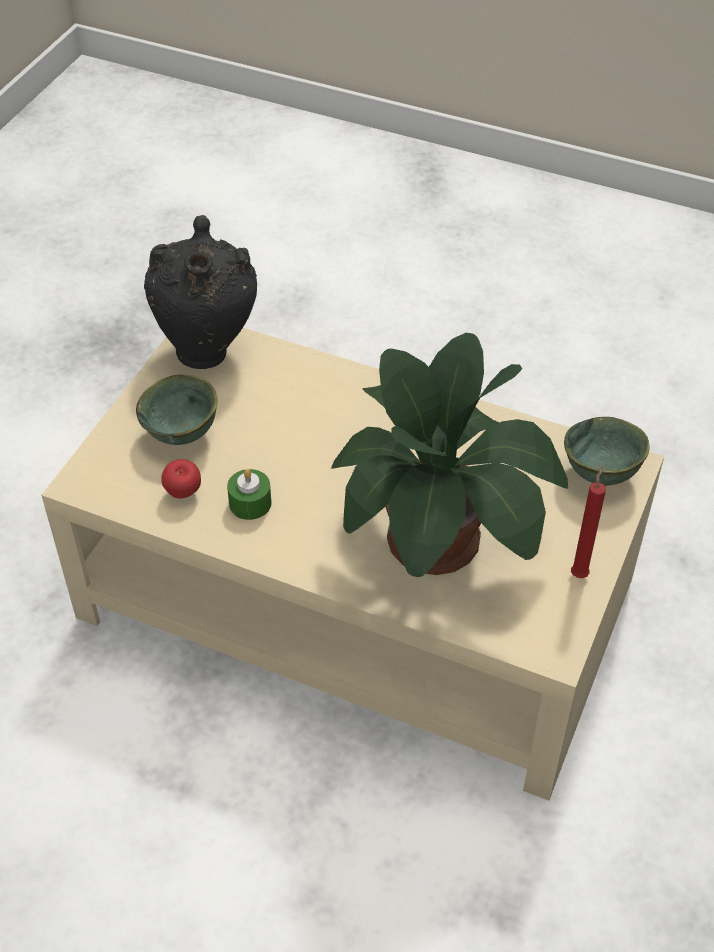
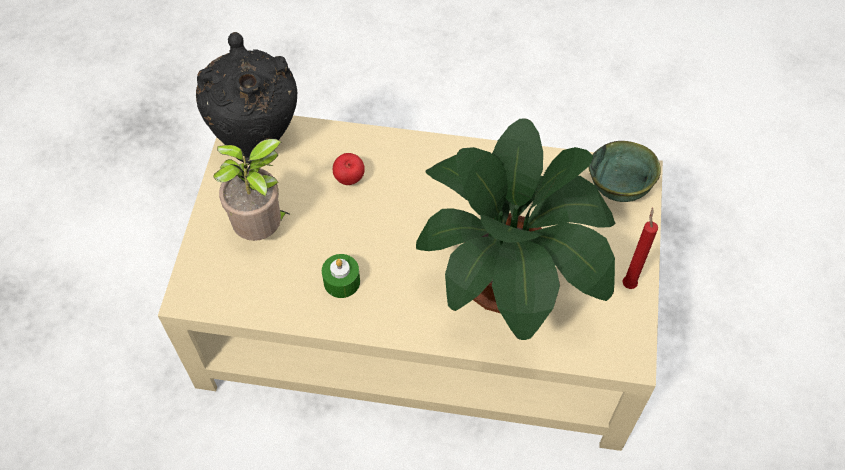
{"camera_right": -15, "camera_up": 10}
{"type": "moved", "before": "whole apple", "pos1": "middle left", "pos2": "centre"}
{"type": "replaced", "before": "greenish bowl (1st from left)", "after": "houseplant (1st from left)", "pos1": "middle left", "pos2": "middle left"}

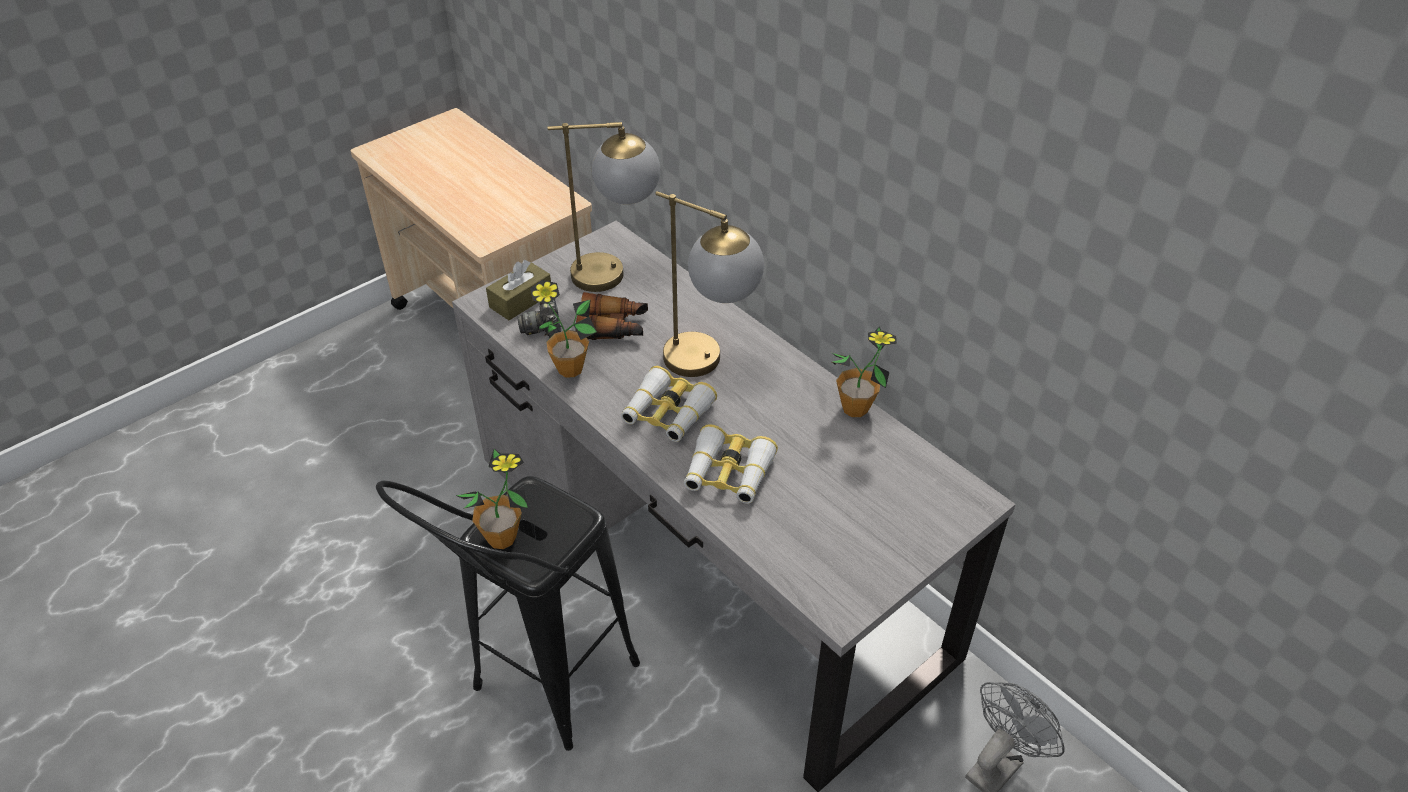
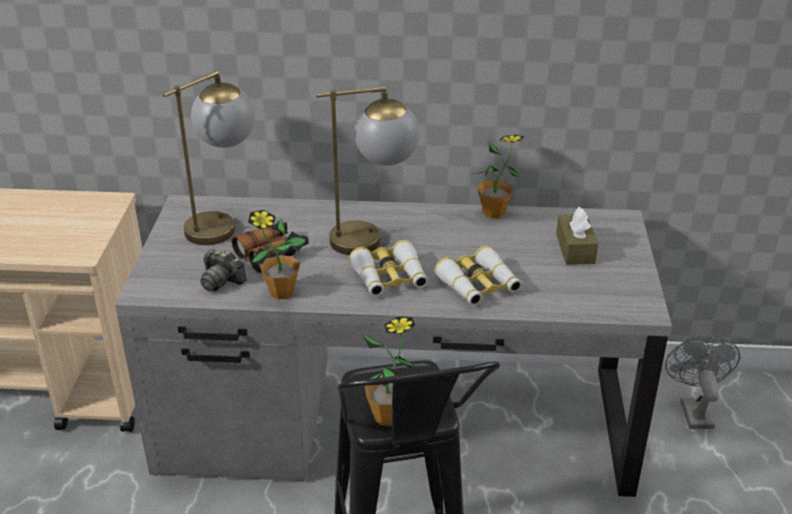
{"camera_right": -45, "camera_up": -10}
{"type": "moved", "before": "brown-coloured box of tissues", "pos1": "centre", "pos2": "middle right"}

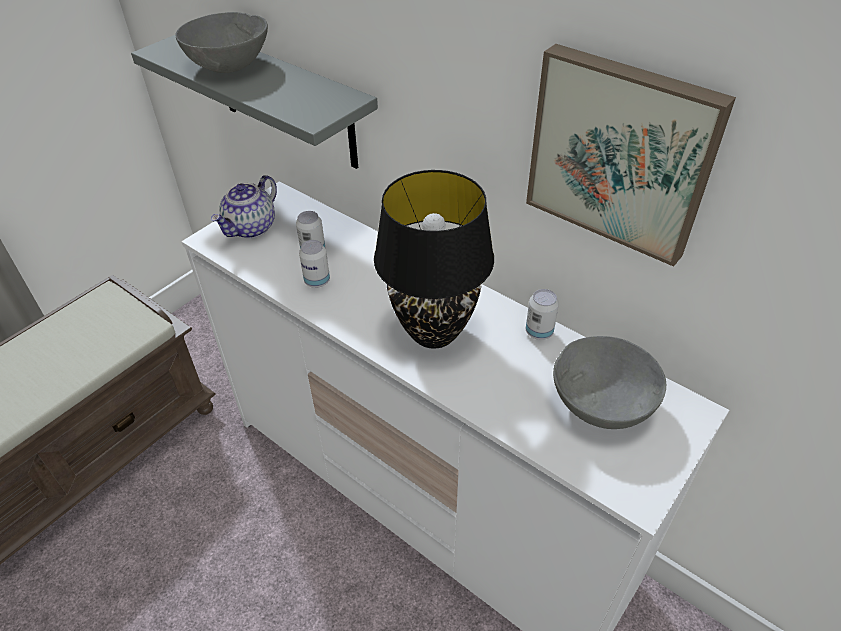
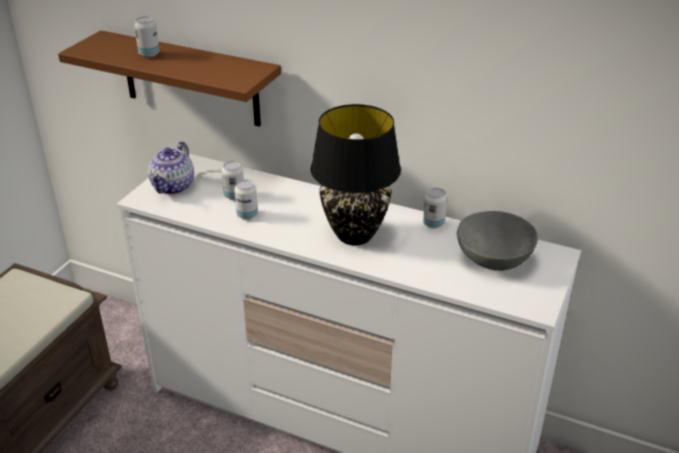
{"camera_right": -15, "camera_up": -10}
{"type": "removed", "before": "picture", "pos1": "top right"}
{"type": "replaced", "before": "greyish bowl (1st from left)", "after": "sealed can (1st from left)", "pos1": "top left", "pos2": "top left"}
{"type": "recoloured", "before": "greyish bracket shelf", "after": "brown-coloured bracket shelf", "pos1": "top left", "pos2": "top left"}

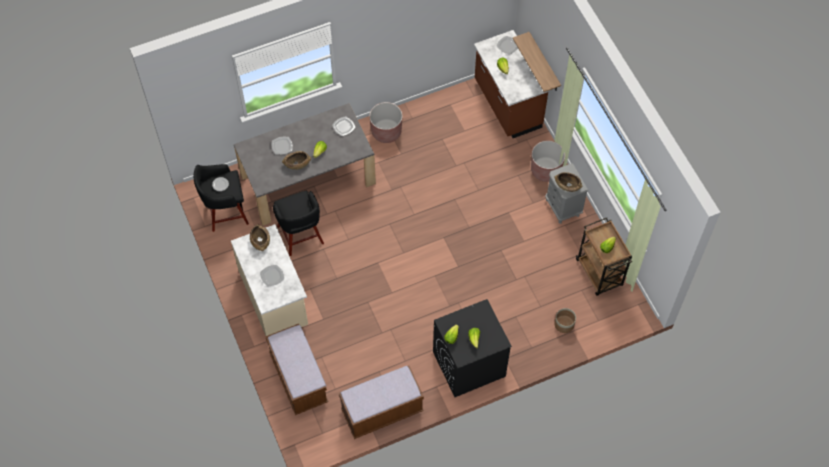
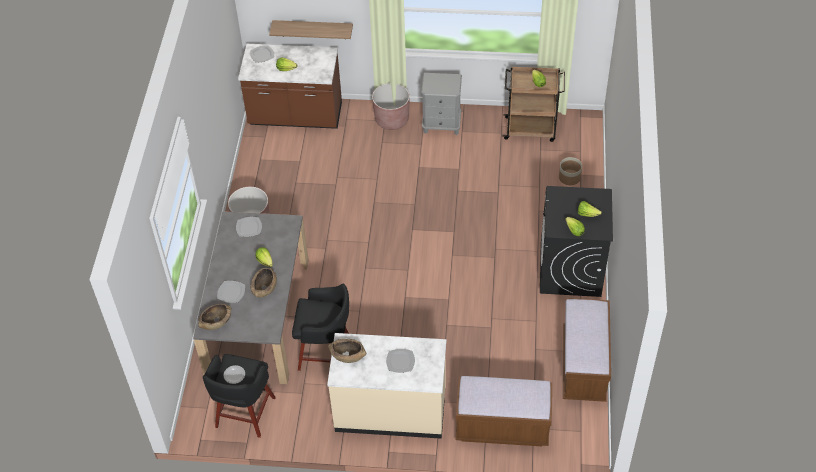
{"camera_right": -60, "camera_up": -10}
{"type": "moved", "before": "brown-coloured bowl (3rd from left in the first image)", "after": "brown-coloured bowl (1st from left)", "pos1": "middle right", "pos2": "bottom left"}

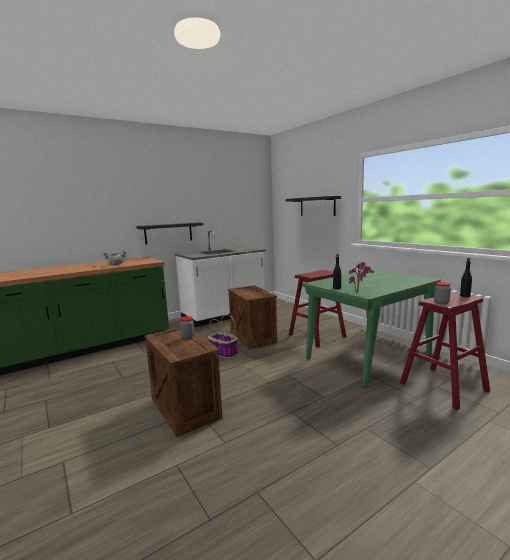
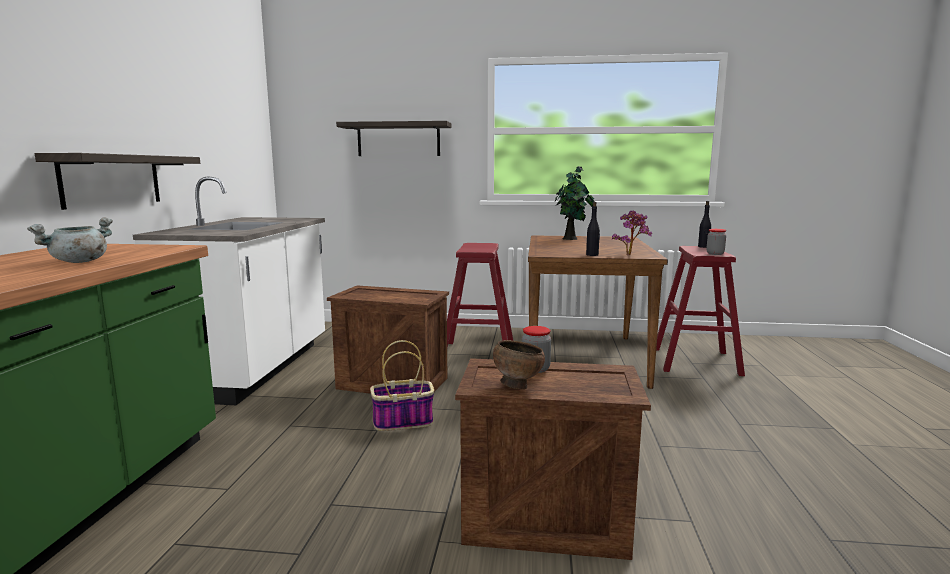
{"camera_right": -50, "camera_up": 0}
{"type": "added", "after": "brown-coloured bowl", "pos2": "centre"}
{"type": "added", "after": "houseplant (1st from left)", "pos2": "centre"}
{"type": "recoloured", "before": "greenish kitchen table", "after": "brown-coloured kitchen table", "pos1": "middle right", "pos2": "centre"}

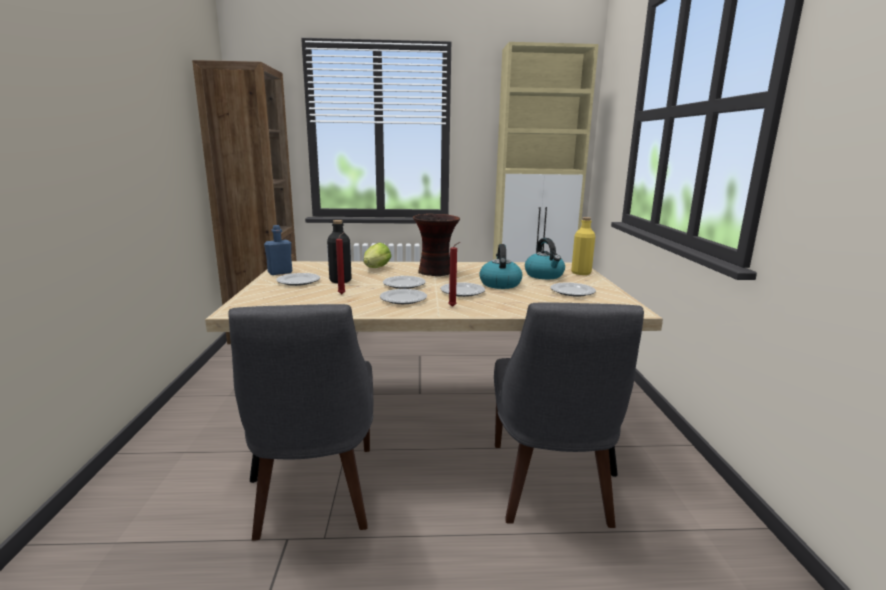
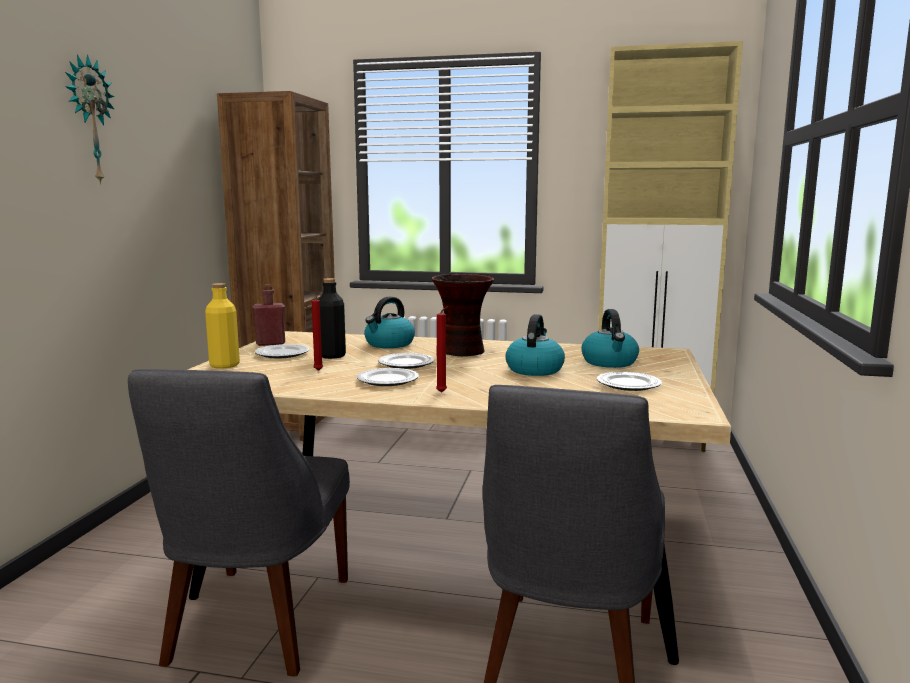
{"camera_right": 15, "camera_up": -5}
{"type": "removed", "before": "flat dish (4th from left)", "pos1": "centre"}
{"type": "added", "after": "wall clock", "pos2": "top left"}
{"type": "moved", "before": "yellowish beverage bottle", "pos1": "centre", "pos2": "middle left"}
{"type": "replaced", "before": "head of lettuce", "after": "tea kettle (1st from left)", "pos1": "centre", "pos2": "centre"}
{"type": "recoloured", "before": "blue-coloured beverage bottle", "after": "red beverage bottle", "pos1": "middle left", "pos2": "middle left"}

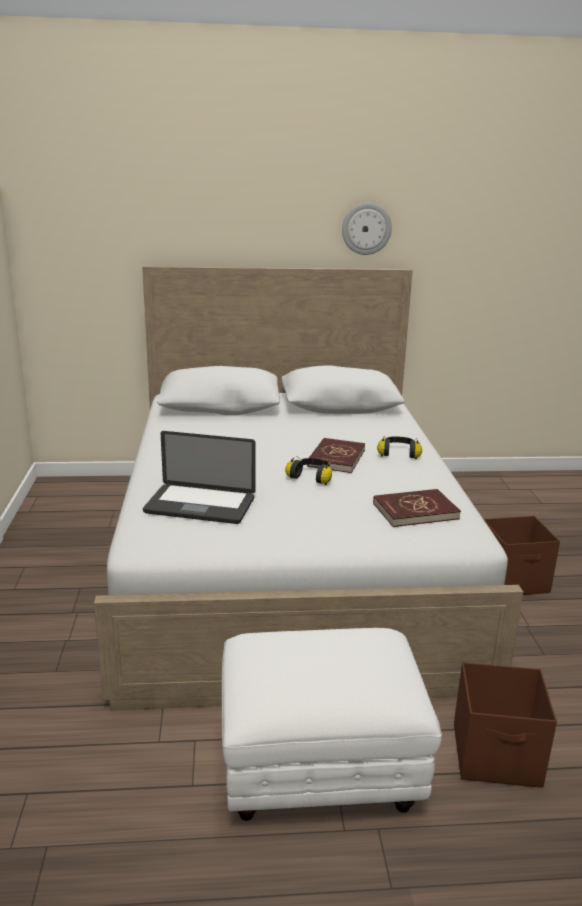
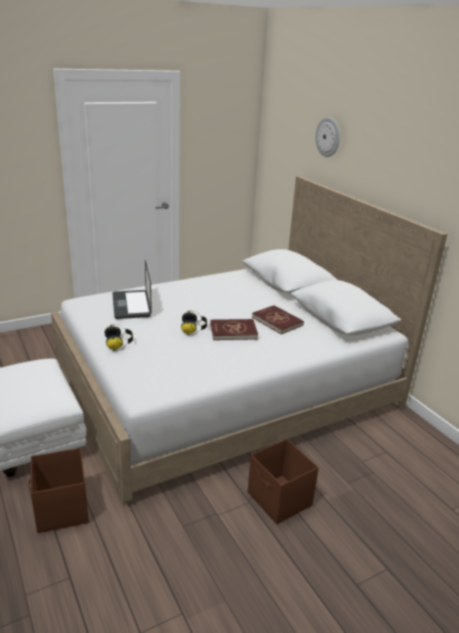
{"camera_right": 65, "camera_up": 5}
{"type": "moved", "before": "wall clock", "pos1": "top centre", "pos2": "top right"}
{"type": "moved", "before": "red bound book (2nd from left)", "pos1": "middle right", "pos2": "centre"}
{"type": "moved", "before": "headphones (2nd from left in the first image)", "after": "headphones (1st from left)", "pos1": "middle right", "pos2": "middle left"}

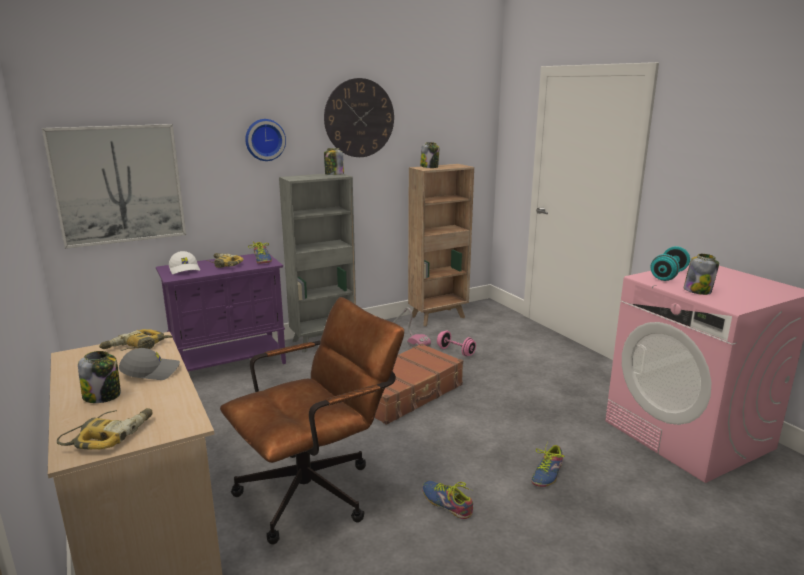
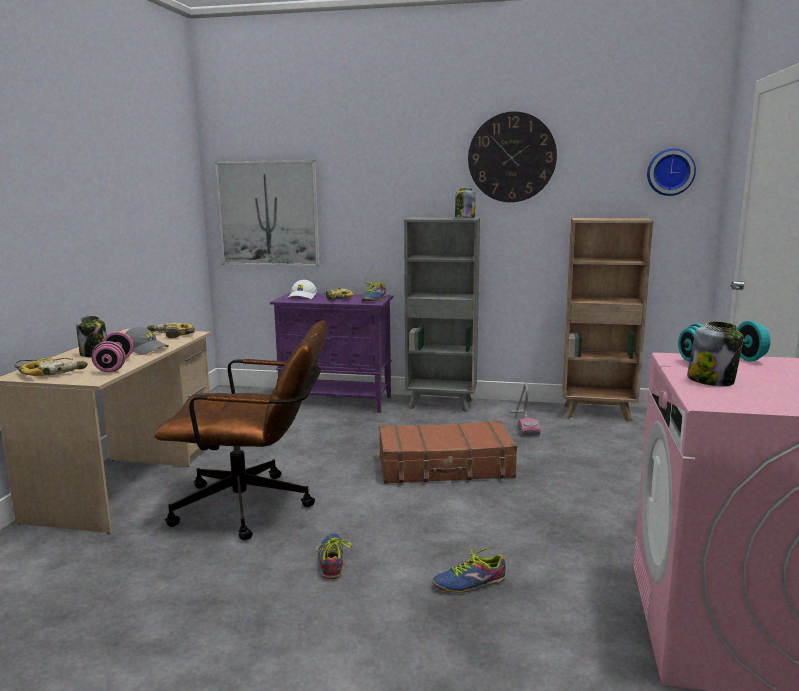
{"camera_right": 40, "camera_up": -5}
{"type": "removed", "before": "storage jar (3rd from left)", "pos1": "top centre"}
{"type": "moved", "before": "wall clock (1st from left in the first image)", "after": "wall clock (2nd from left)", "pos1": "top left", "pos2": "top right"}
{"type": "moved", "before": "pink free weight", "pos1": "centre", "pos2": "middle left"}

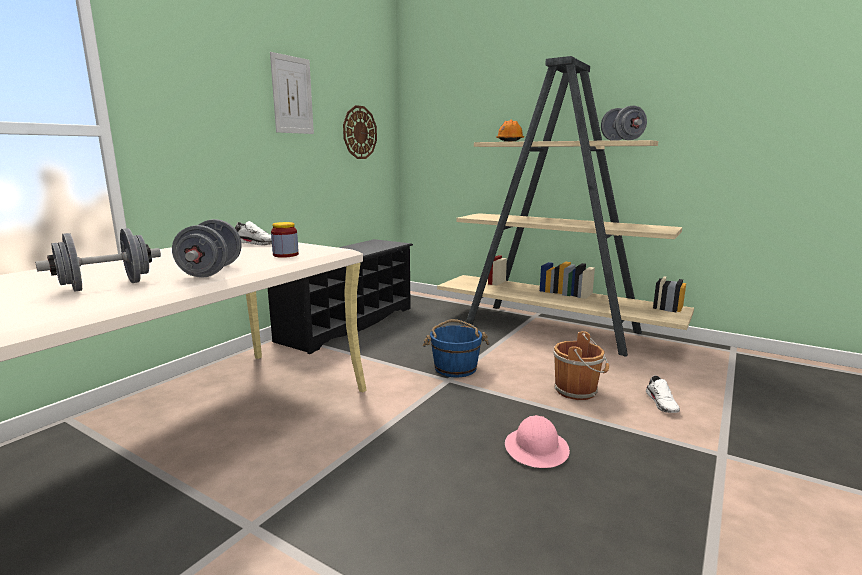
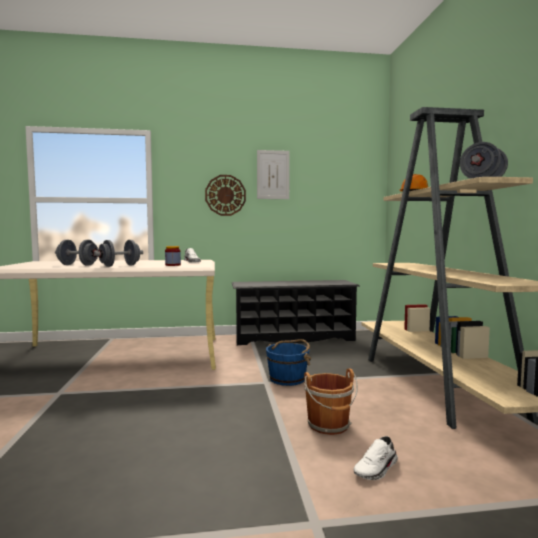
{"camera_right": 50, "camera_up": -10}
{"type": "removed", "before": "pink hard hat", "pos1": "bottom centre"}
{"type": "moved", "before": "wall clock", "pos1": "top centre", "pos2": "centre"}

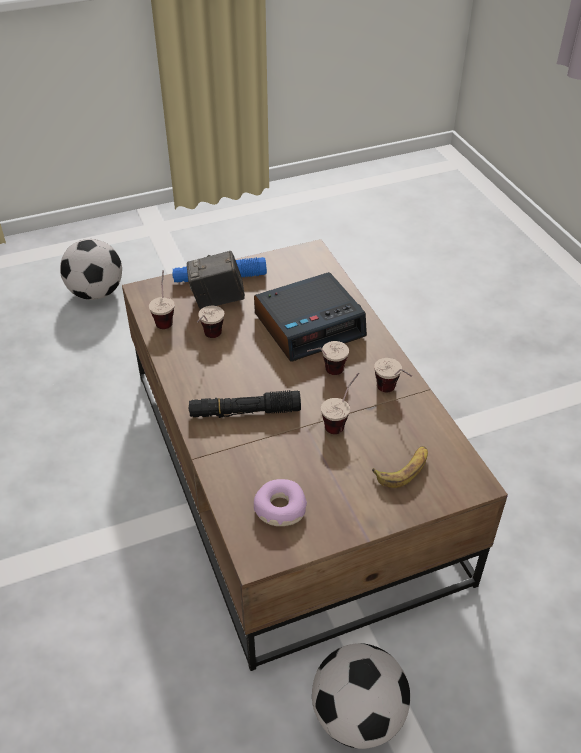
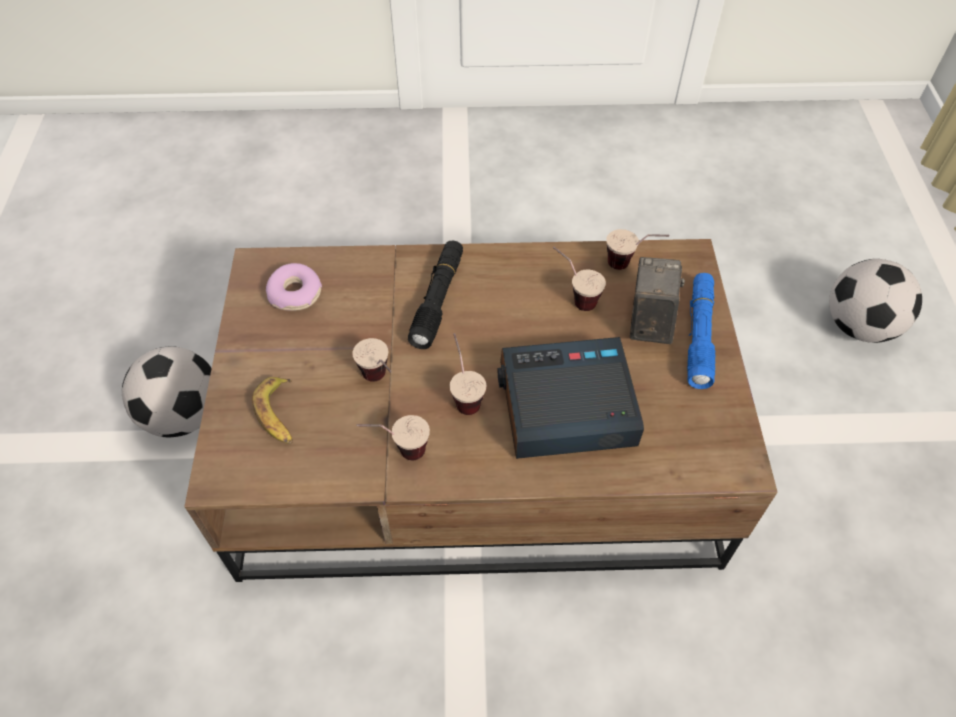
{"camera_right": 110, "camera_up": 10}
{"type": "turned", "before": "alarm clock", "pos1": "centre", "pos2": "centre", "turn": 90}

